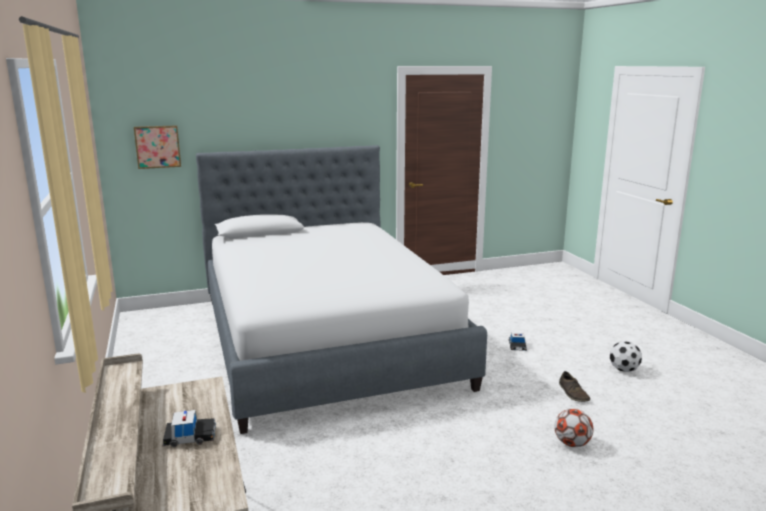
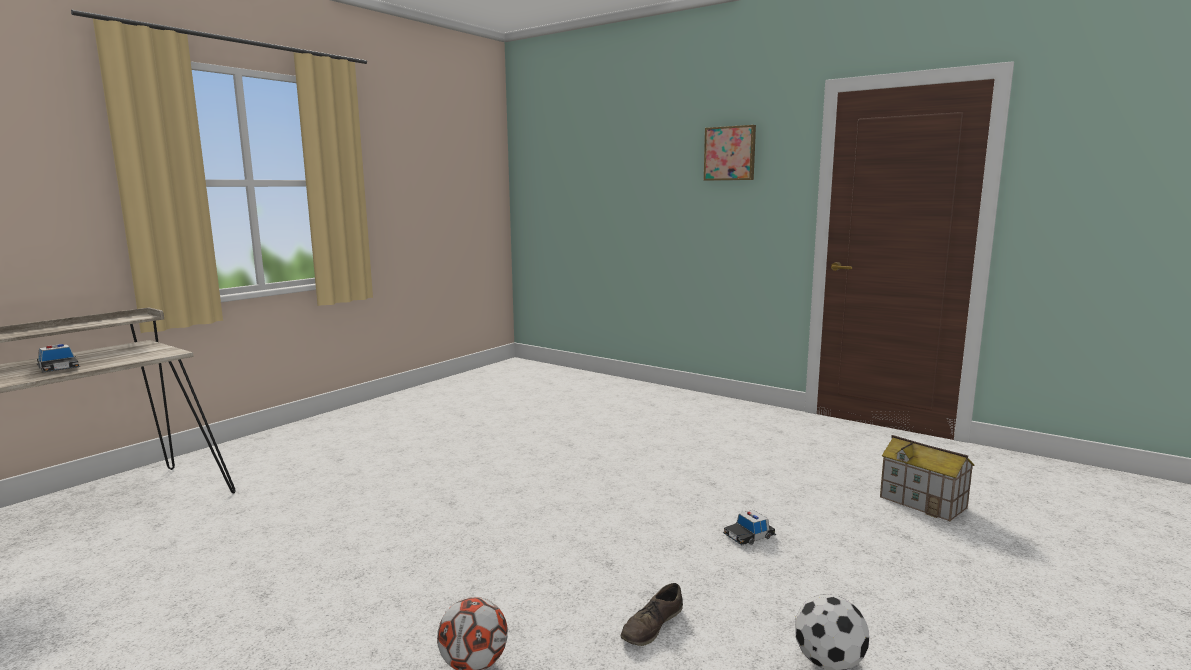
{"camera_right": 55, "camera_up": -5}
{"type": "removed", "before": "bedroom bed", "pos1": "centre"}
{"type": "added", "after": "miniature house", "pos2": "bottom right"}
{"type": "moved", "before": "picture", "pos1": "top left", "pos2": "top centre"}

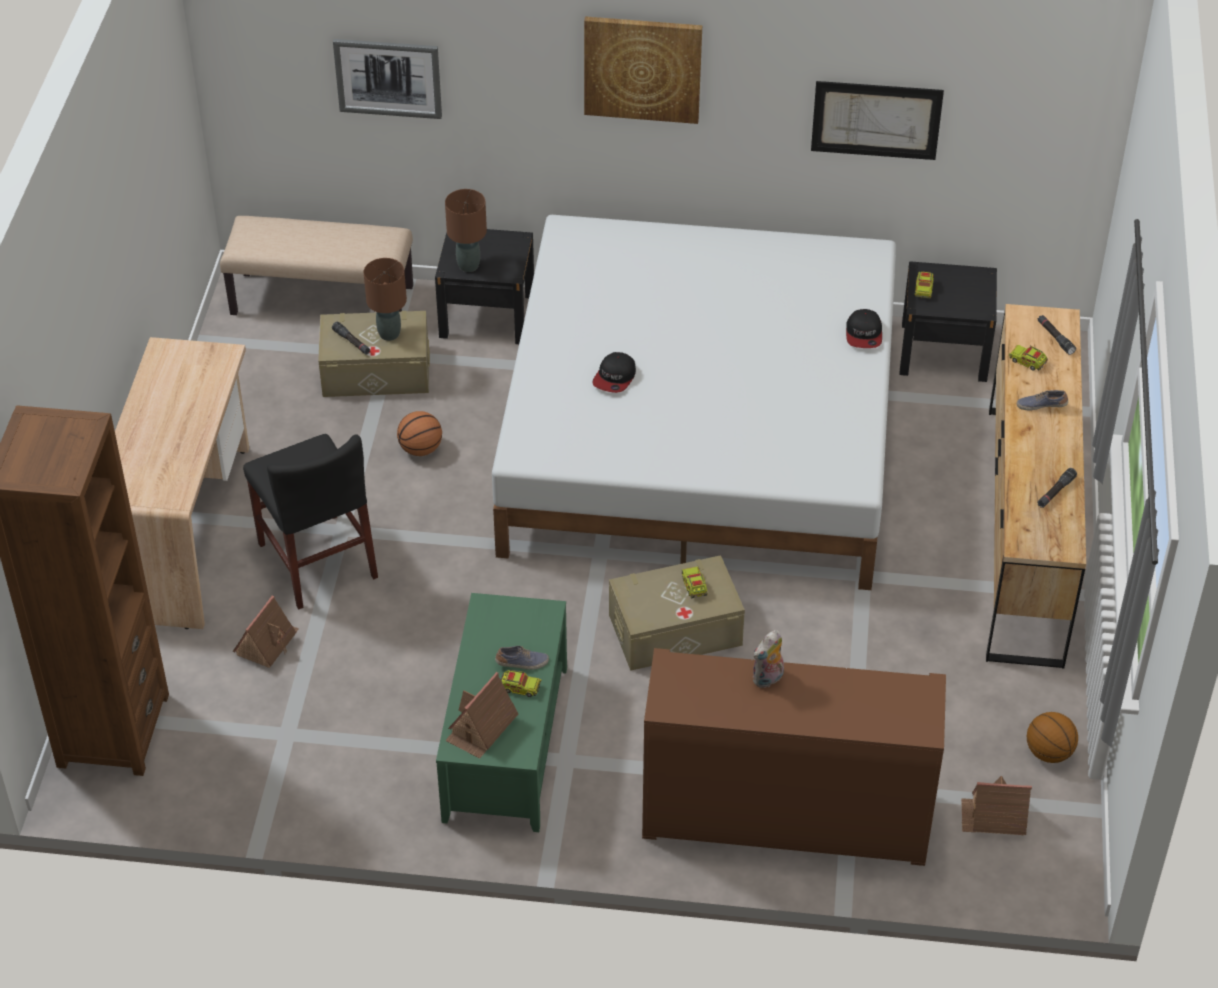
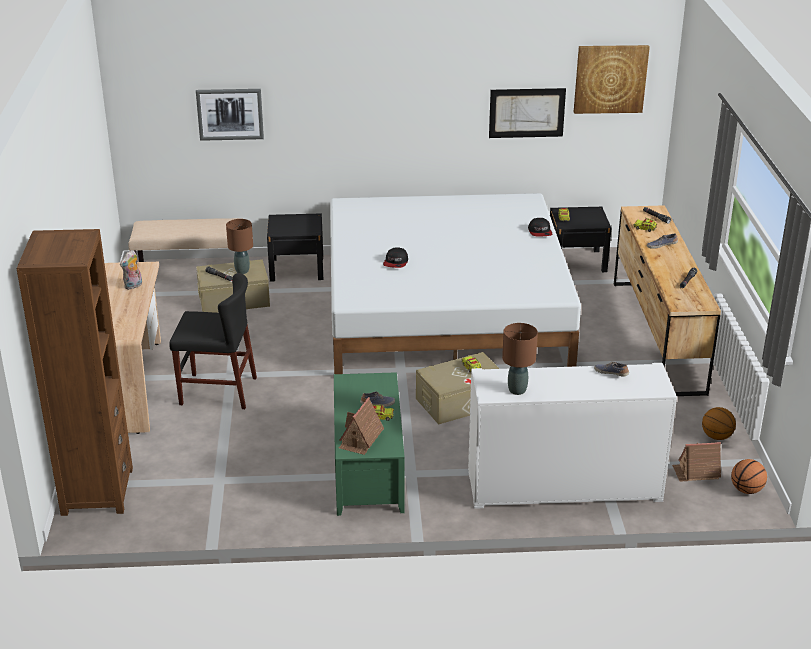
{"camera_right": -10, "camera_up": -15}
{"type": "removed", "before": "miniature house (1st from left)", "pos1": "middle left"}
{"type": "added", "after": "low shoe (2nd from left)", "pos2": "middle right"}
{"type": "moved", "before": "basketball (1st from left in the first image)", "after": "basketball (2nd from left)", "pos1": "centre", "pos2": "bottom right"}
{"type": "moved", "before": "brown-coloured lamp for a table (2nd from left)", "pos1": "top centre", "pos2": "centre"}
{"type": "moved", "before": "picture (2nd from left in the first image)", "after": "picture (3rd from left)", "pos1": "top centre", "pos2": "top right"}
{"type": "moved", "before": "soft toy", "pos1": "bottom centre", "pos2": "middle left"}
{"type": "recoloured", "before": "brown-coloured cupboard", "after": "whitish cupboard", "pos1": "bottom centre", "pos2": "bottom right"}
{"type": "turned", "before": "black chair", "pos1": "middle left", "pos2": "middle left", "turn": -45}

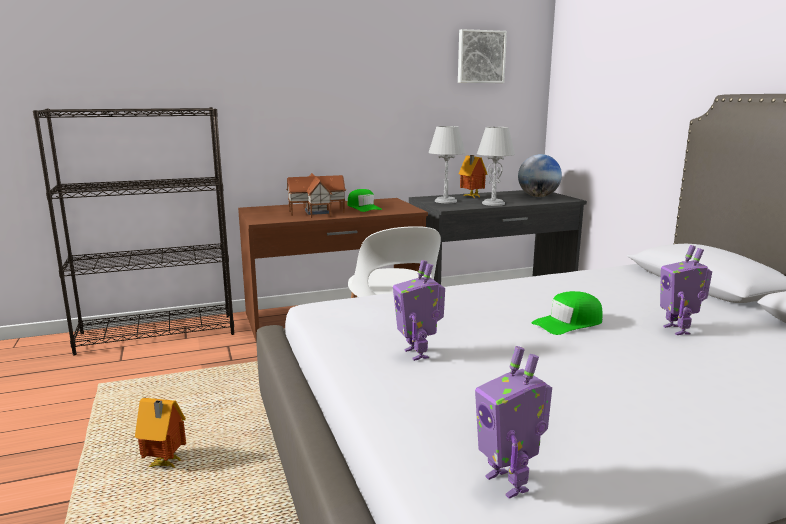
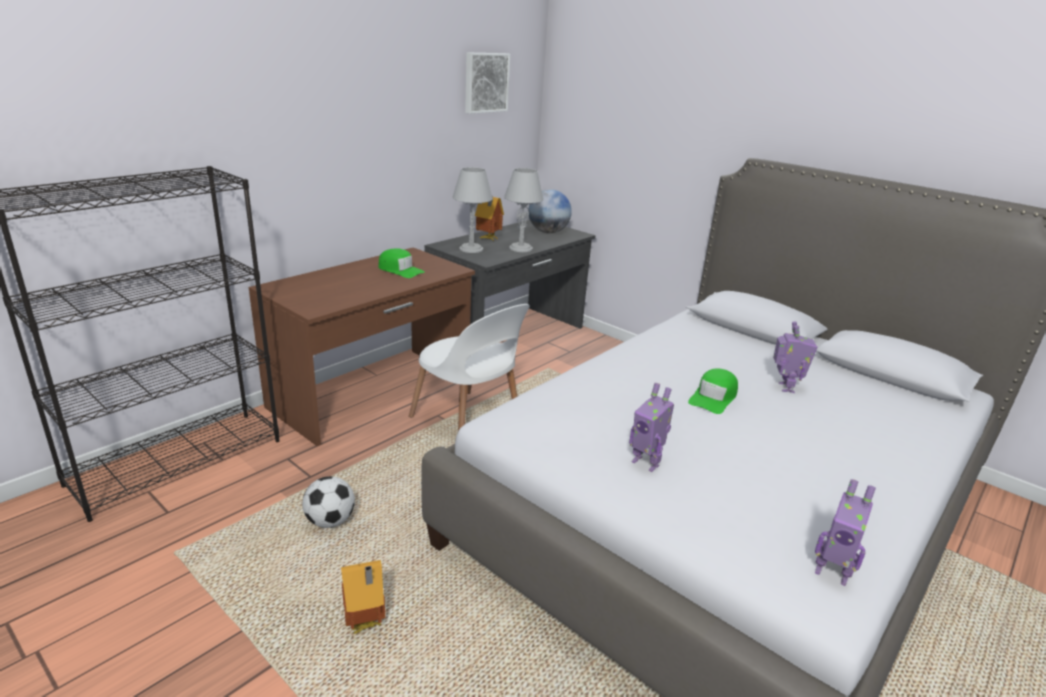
{"camera_right": -30, "camera_up": 10}
{"type": "removed", "before": "miniature house (2nd from left)", "pos1": "centre"}
{"type": "added", "after": "football", "pos2": "bottom left"}
{"type": "turned", "before": "toy robot (3rd from left in the first image)", "pos1": "middle right", "pos2": "middle right", "turn": -135}

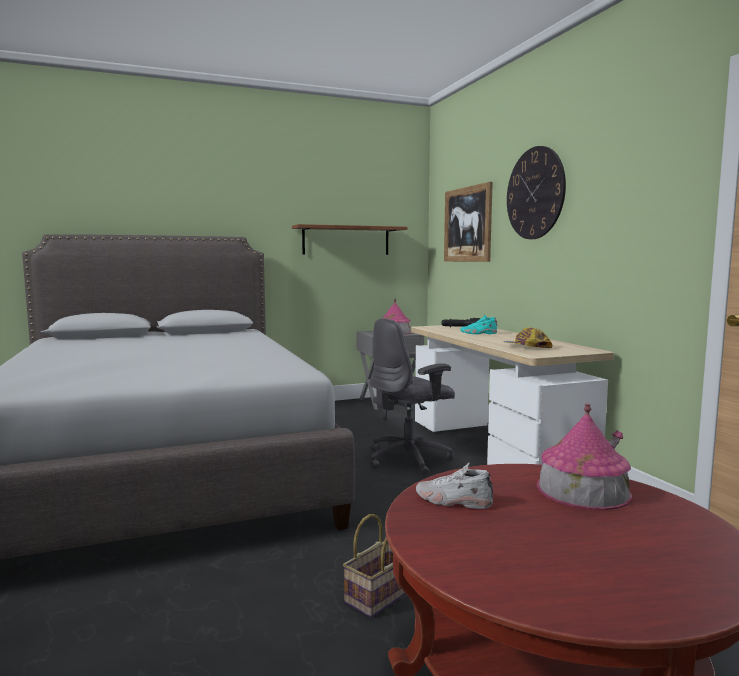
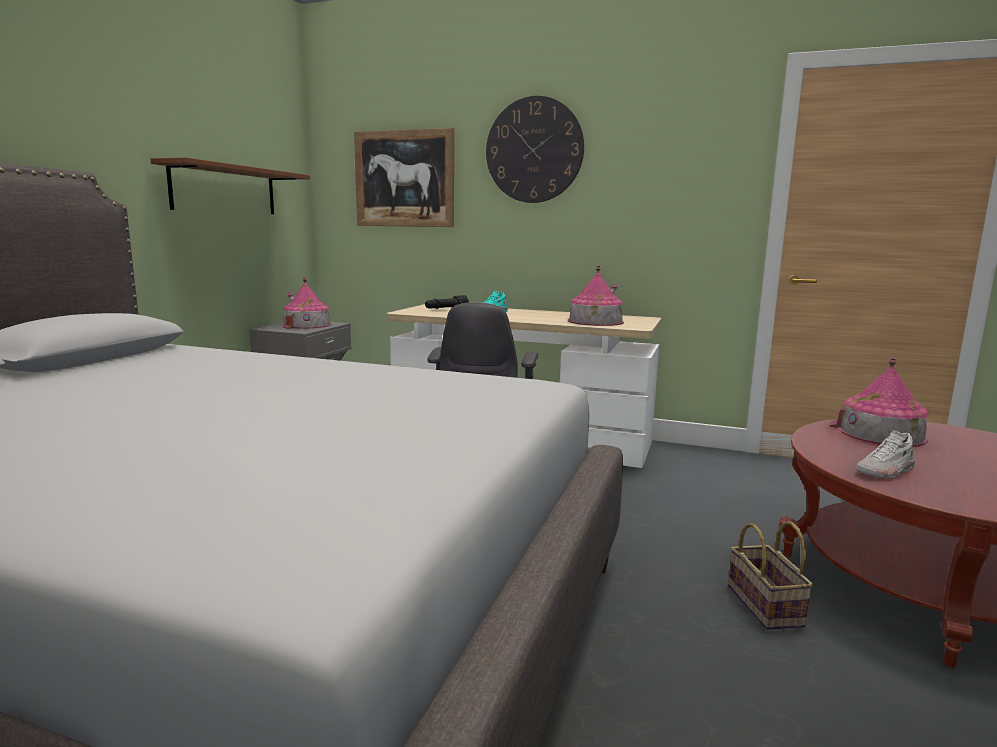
{"camera_right": -50, "camera_up": 5}
{"type": "replaced", "before": "peaked cap", "after": "miniature house (2nd from left)", "pos1": "middle right", "pos2": "centre"}

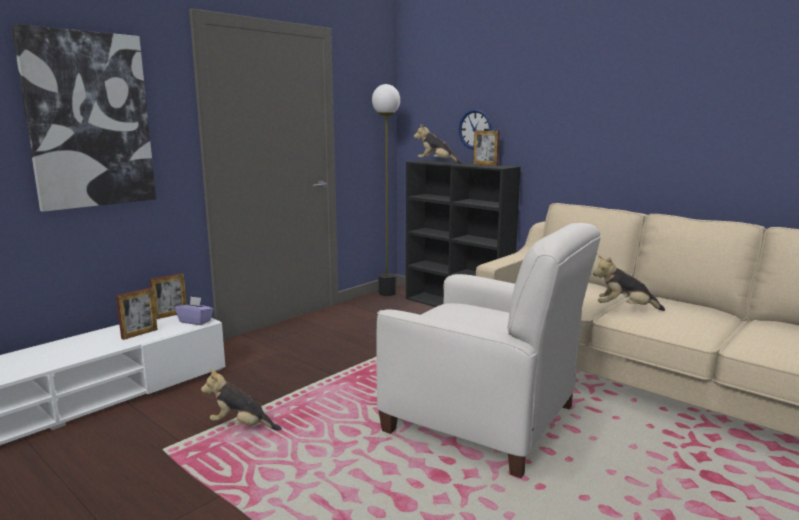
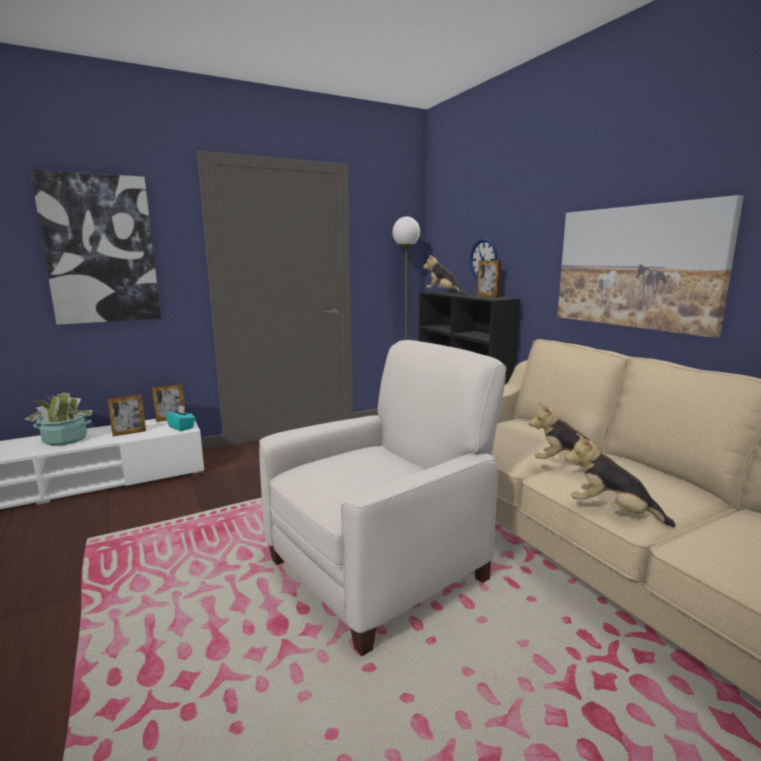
{"camera_right": 20, "camera_up": 0}
{"type": "added", "after": "houseplant", "pos2": "middle left"}
{"type": "added", "after": "picture (2nd from left)", "pos2": "middle right"}
{"type": "moved", "before": "soft toy (1st from left in the first image)", "after": "soft toy (3rd from left)", "pos1": "bottom left", "pos2": "middle right"}
{"type": "recoloured", "before": "purplish box of tissues", "after": "turquoise-coloured box of tissues", "pos1": "middle left", "pos2": "middle left"}
{"type": "turned", "before": "whitish armchair", "pos1": "bottom centre", "pos2": "centre", "turn": -90}

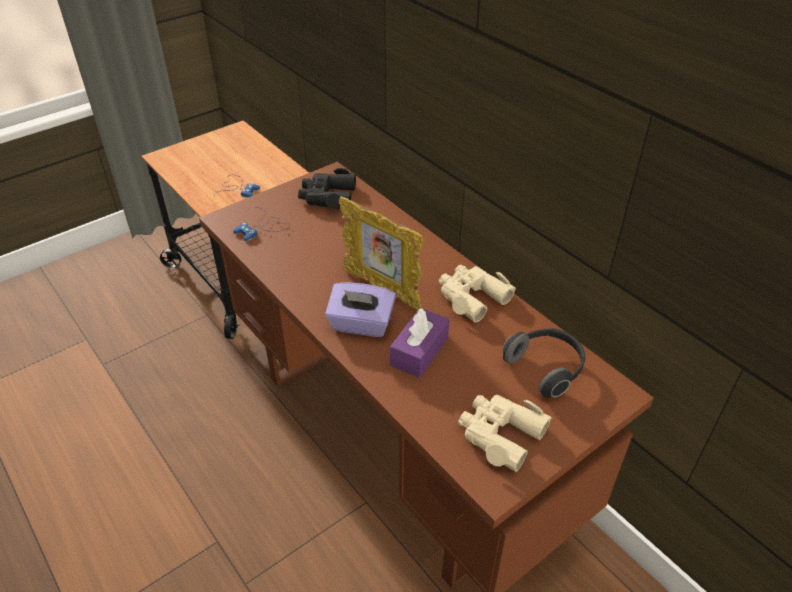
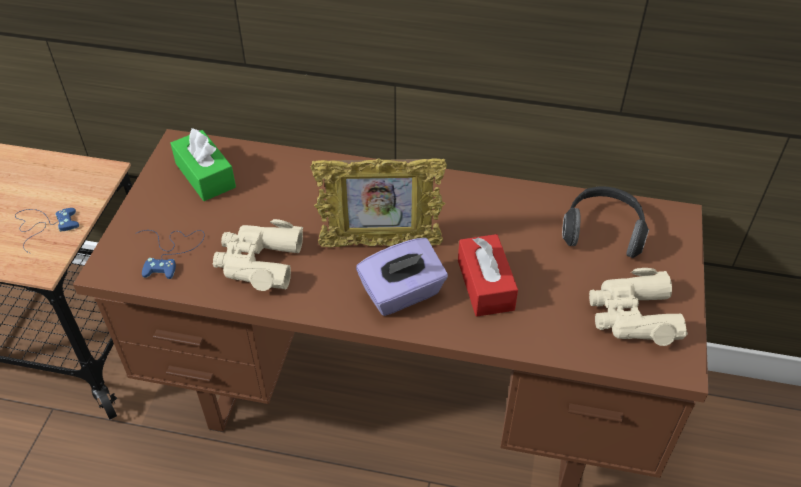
{"camera_right": -40, "camera_up": 5}
{"type": "moved", "before": "sand-coloured pair of binoculars (1st from left)", "pos1": "centre", "pos2": "middle left"}
{"type": "replaced", "before": "black pair of binoculars", "after": "greenish box of tissues", "pos1": "top centre", "pos2": "middle left"}
{"type": "recoloured", "before": "purplish box of tissues (2nd from left)", "after": "red box of tissues", "pos1": "centre", "pos2": "centre"}

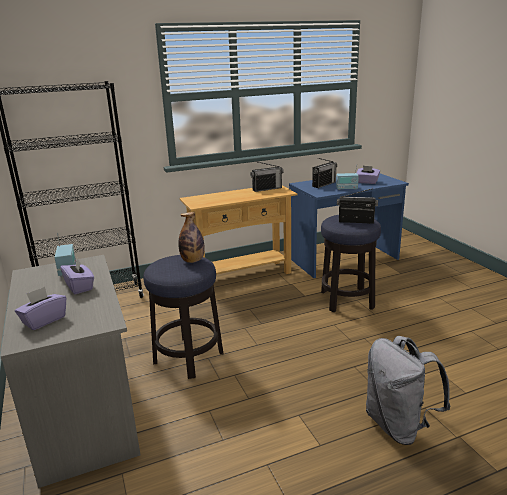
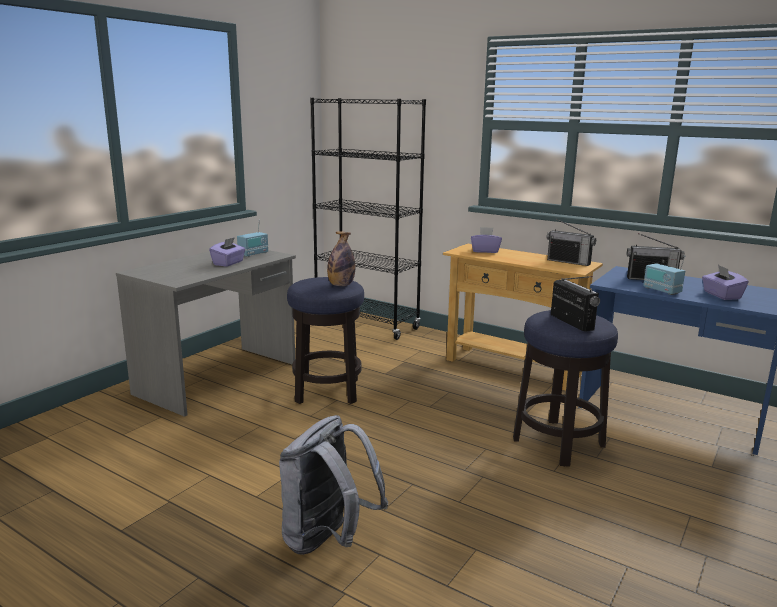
{"camera_right": 55, "camera_up": -5}
{"type": "moved", "before": "purplish box of tissues (1st from left in the first image)", "after": "purplish box of tissues (2nd from left)", "pos1": "middle left", "pos2": "centre"}

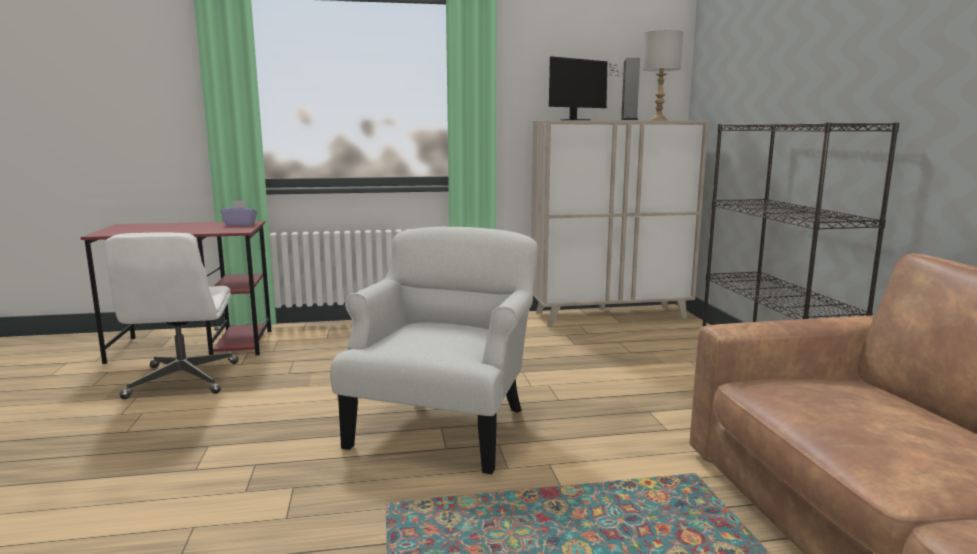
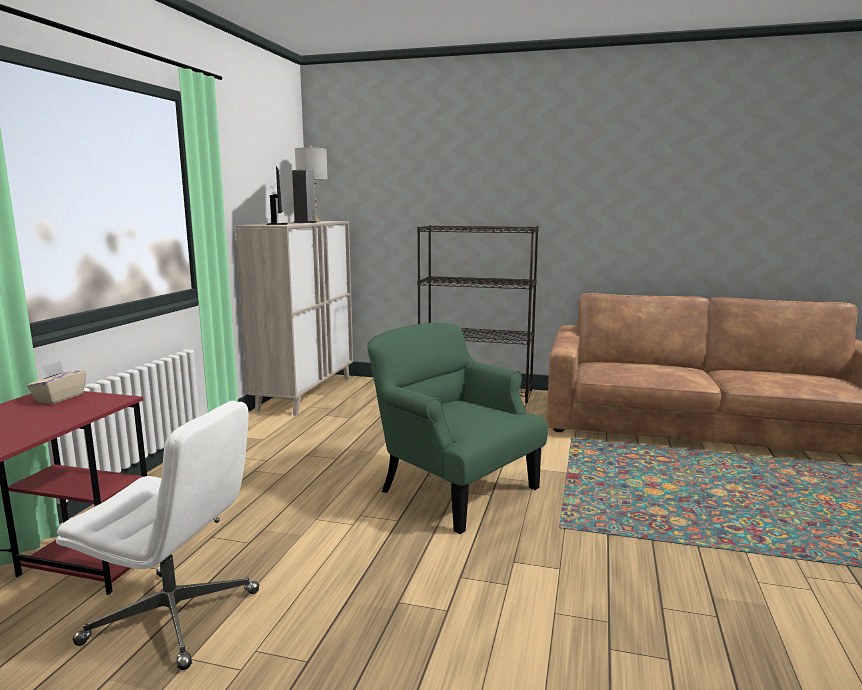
{"camera_right": -65, "camera_up": 0}
{"type": "recoloured", "before": "purplish box of tissues", "after": "sand-coloured box of tissues", "pos1": "middle left", "pos2": "middle left"}
{"type": "recoloured", "before": "whitish armchair", "after": "greenish armchair", "pos1": "centre", "pos2": "centre"}

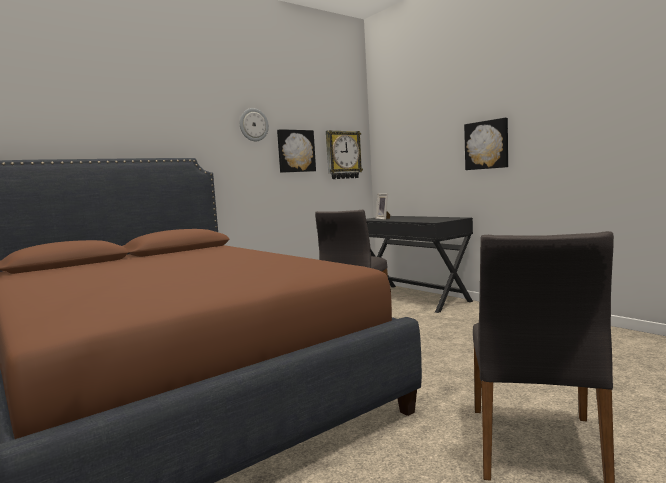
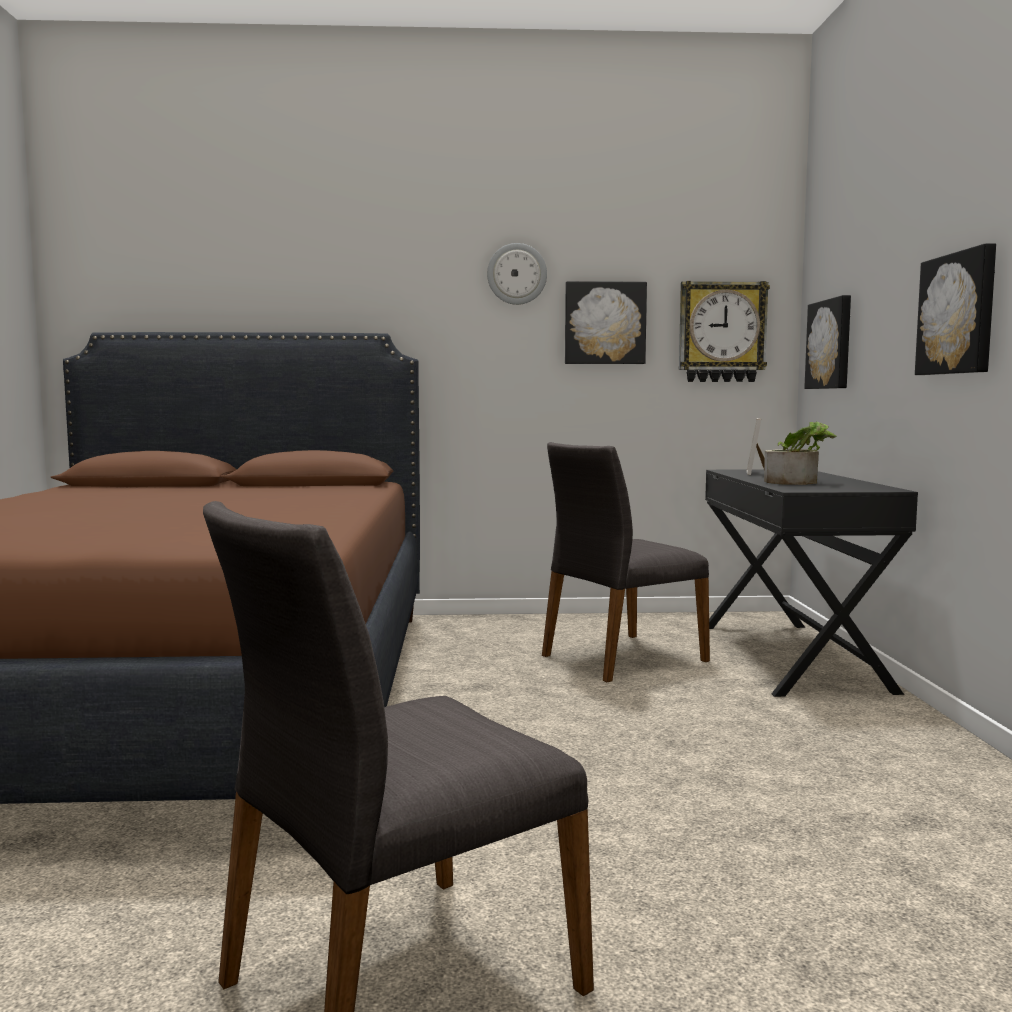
{"camera_right": 35, "camera_up": 0}
{"type": "added", "after": "houseplant", "pos2": "middle right"}
{"type": "added", "after": "picture (2nd from left)", "pos2": "middle right"}

